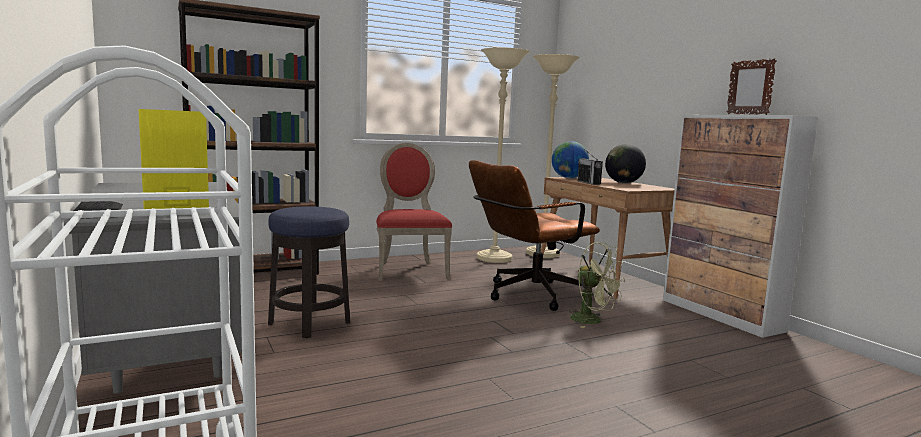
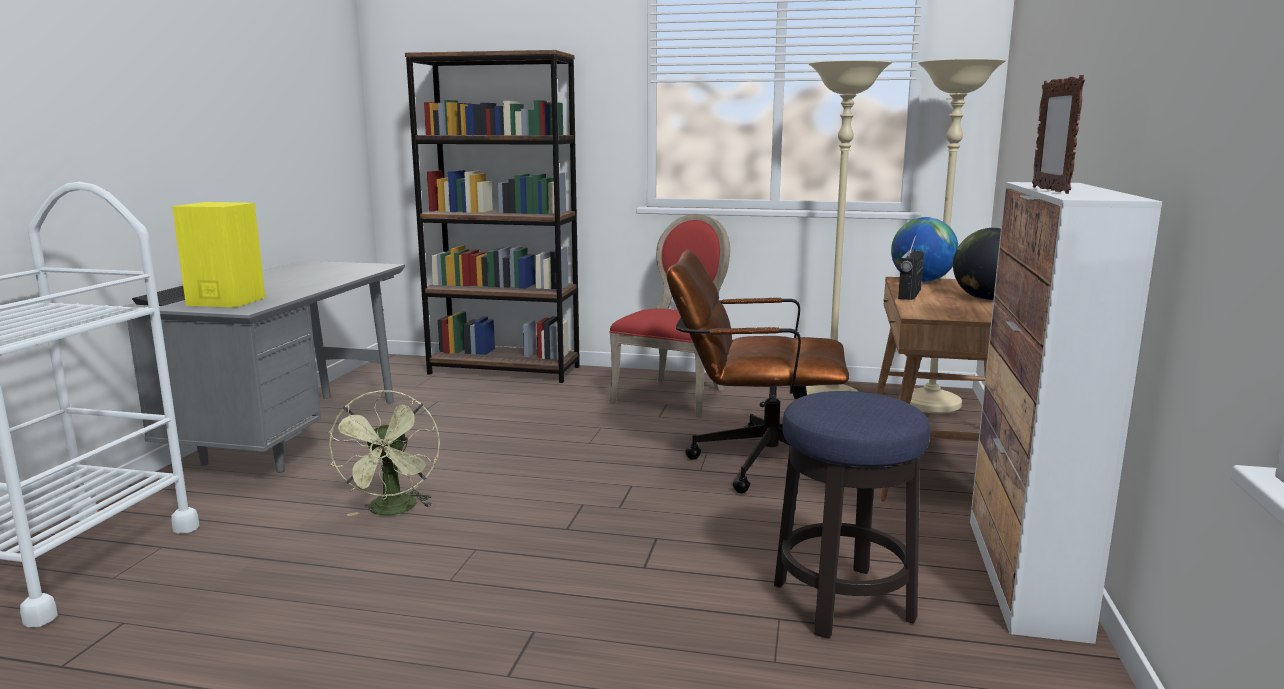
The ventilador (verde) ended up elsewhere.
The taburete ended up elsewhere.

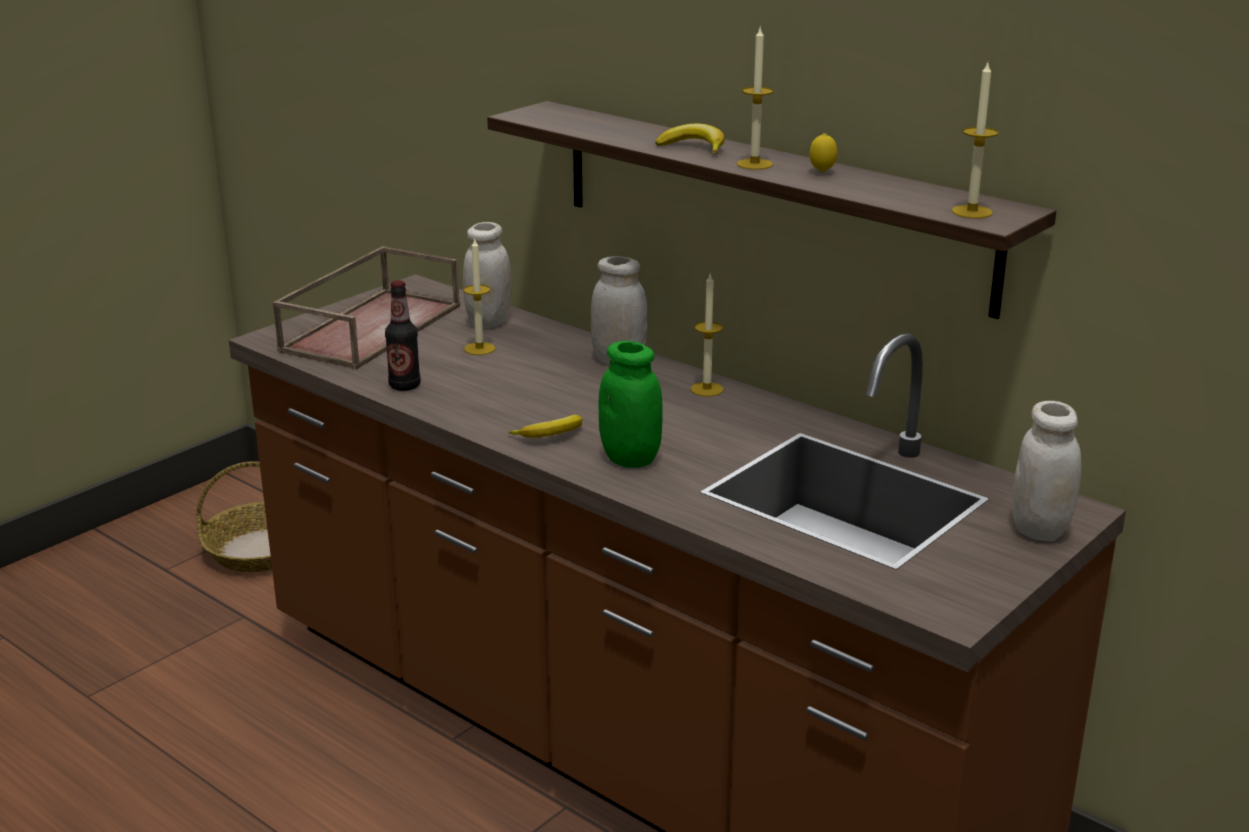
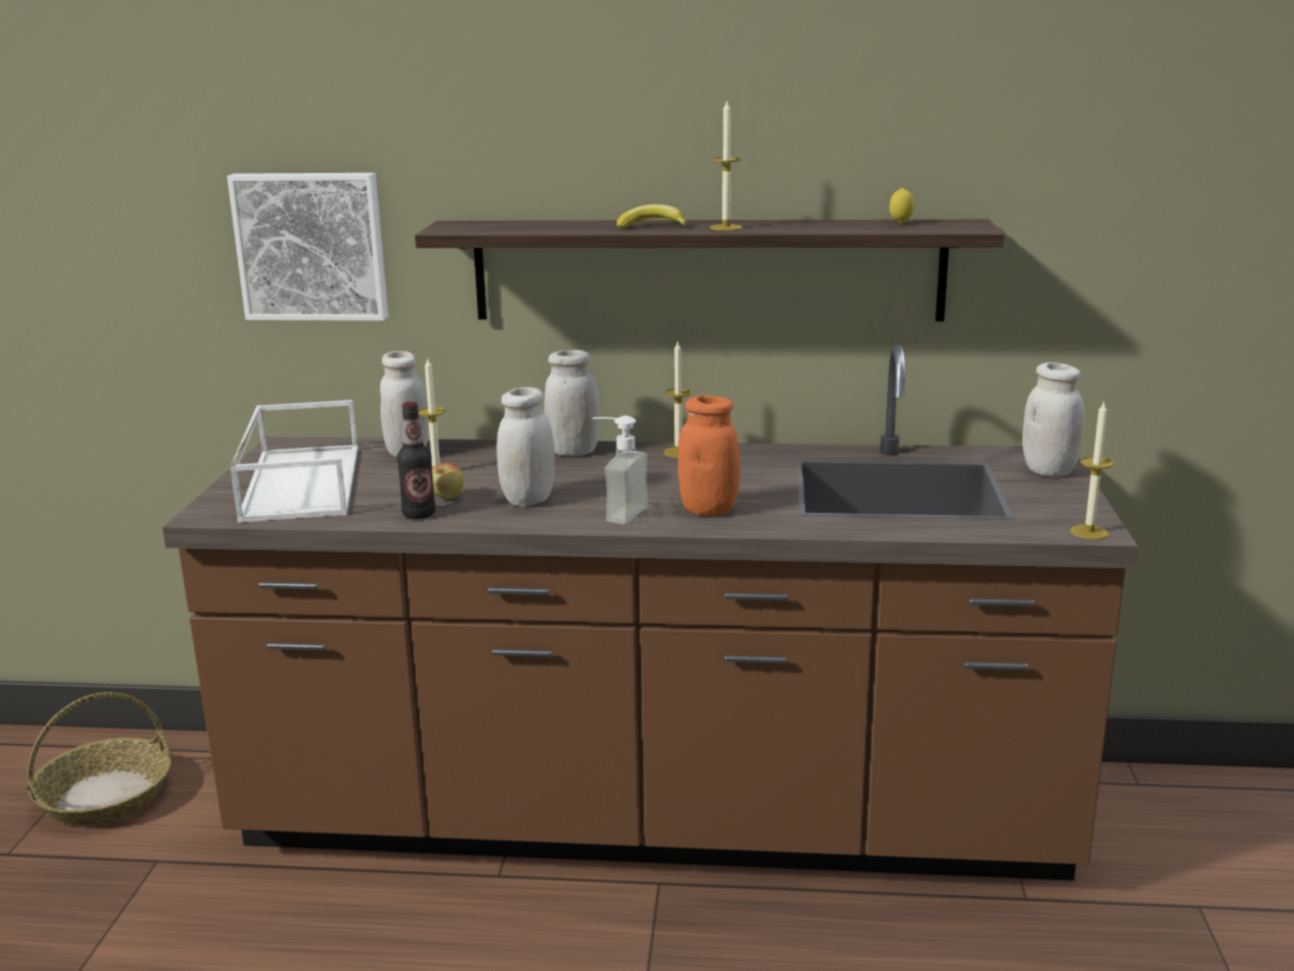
The second view gained the cuadro.
What was the bandeja (marrón) turned into the bandeja (blanco).
The second view gained the manzana.
The second view gained the tarro (blanco) (2nd from left).
Where the plátano (1st from left) stood, the dispensador de jabón came to stand.
What was the tarro (verde) turned into the tarro (naranja).
The limón ended up elsewhere.
The vela (4th from left) ended up elsewhere.

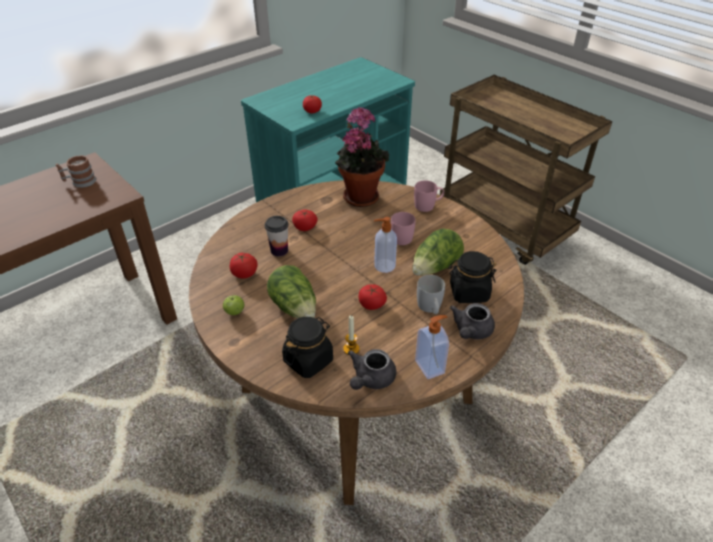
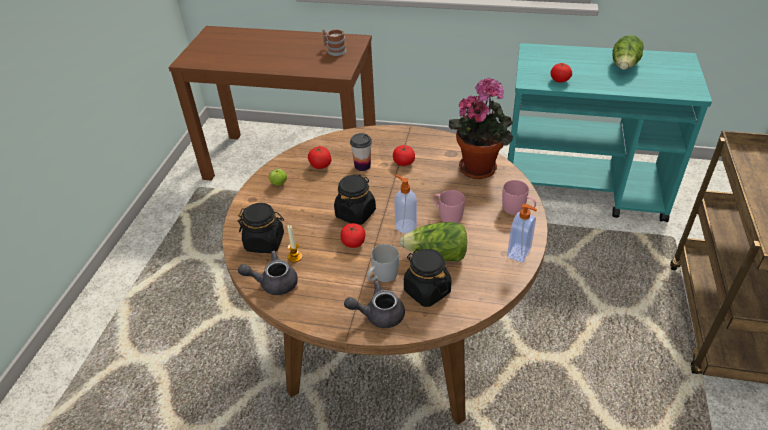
The second view gained the tarro (negro) (2nd from left).
The dispensador de jabón (2nd from left) ended up elsewhere.
The lechuga (1st from left in the first image) ended up elsewhere.

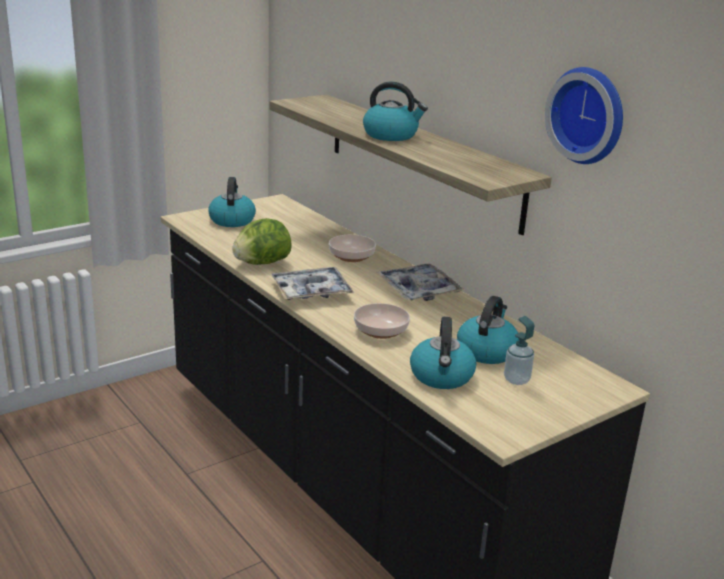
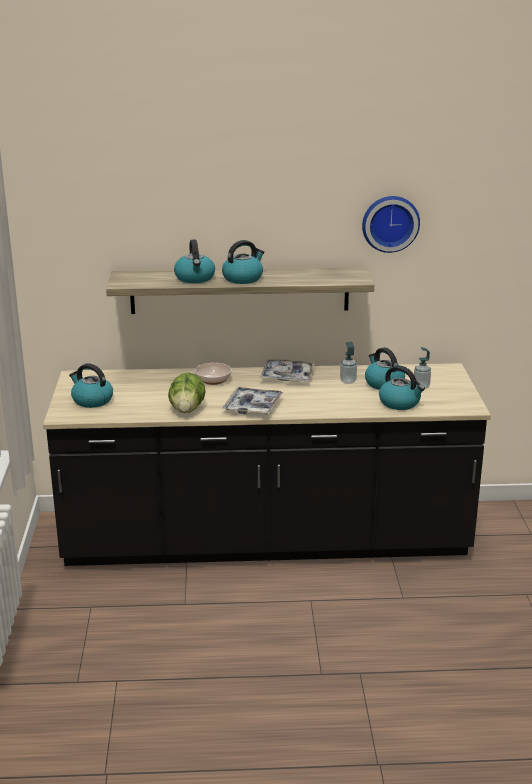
The second view gained the hervidor (2nd from left).
The second view gained the dispensador de jabón (1st from left).
The second view lost the cuenco (2nd from left).

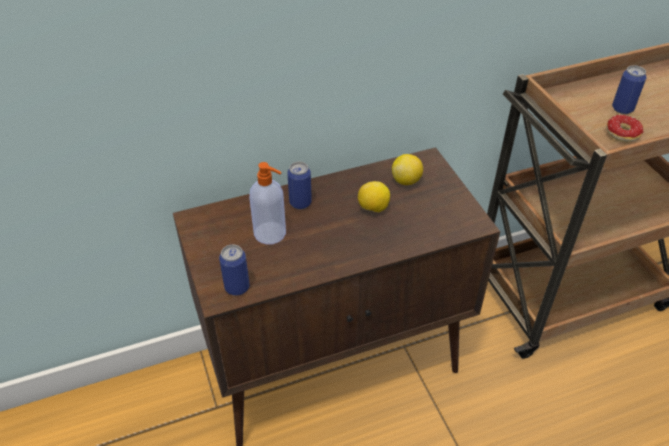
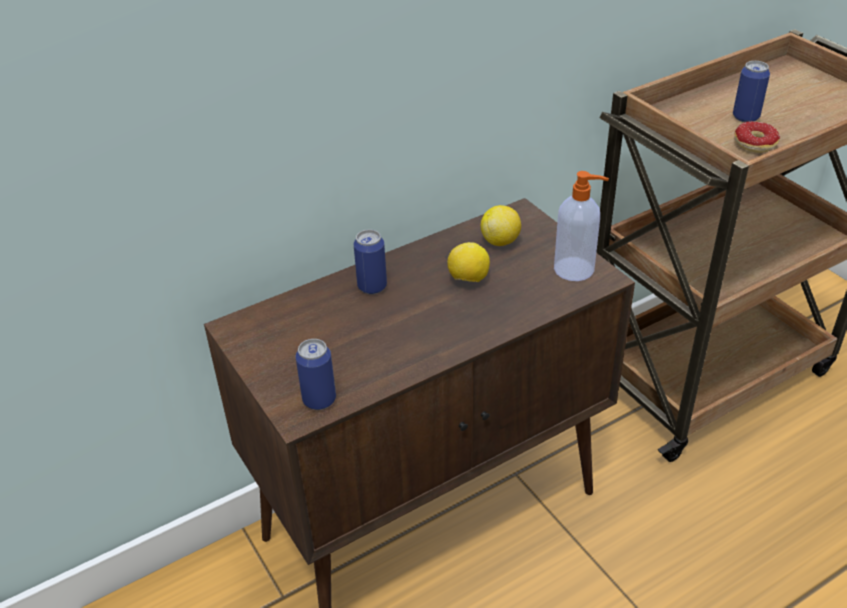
The dispensador de jabón ended up elsewhere.

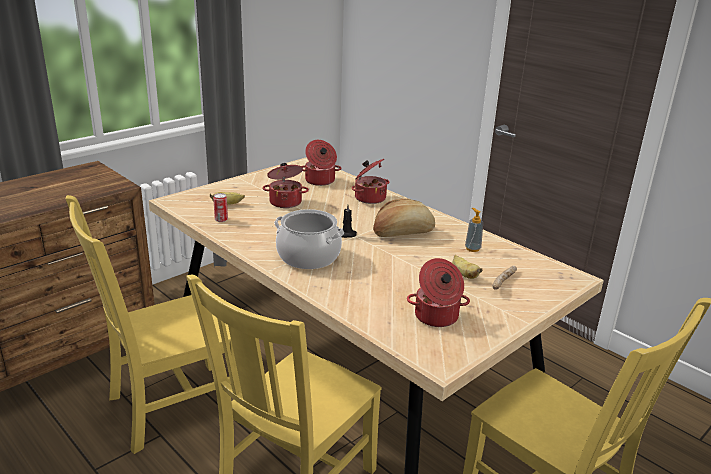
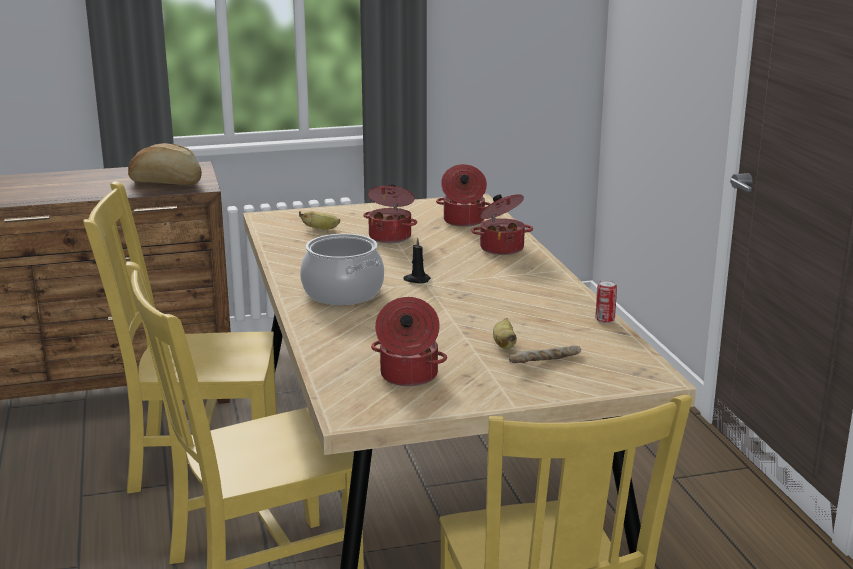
The pan (1st from left) ended up elsewhere.
The lata ended up elsewhere.
The second view lost the dispensador de jabón.

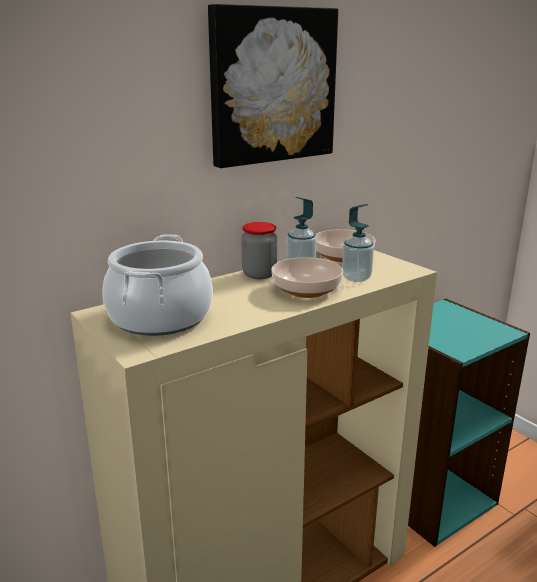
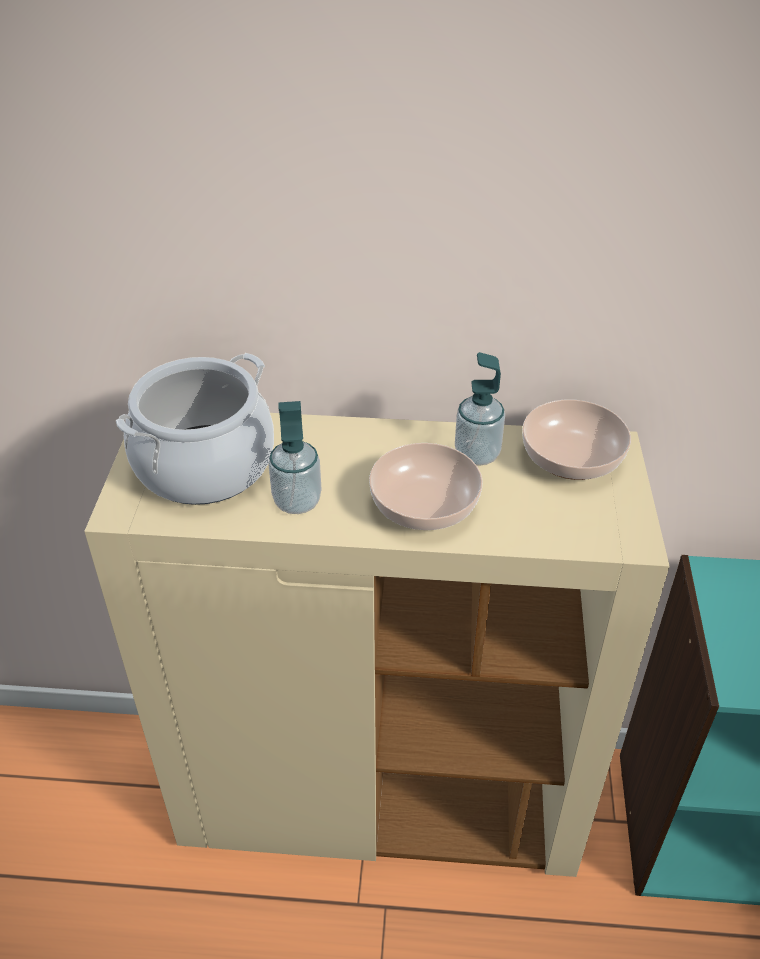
The dispensador de jabón (2nd from left in the first image) ended up elsewhere.
The second view lost the cuadro.
The second view lost the tarro.

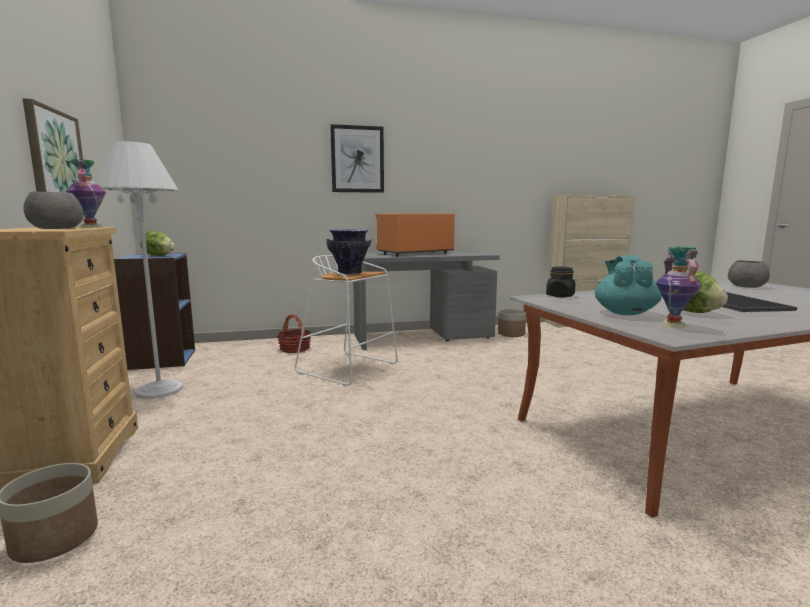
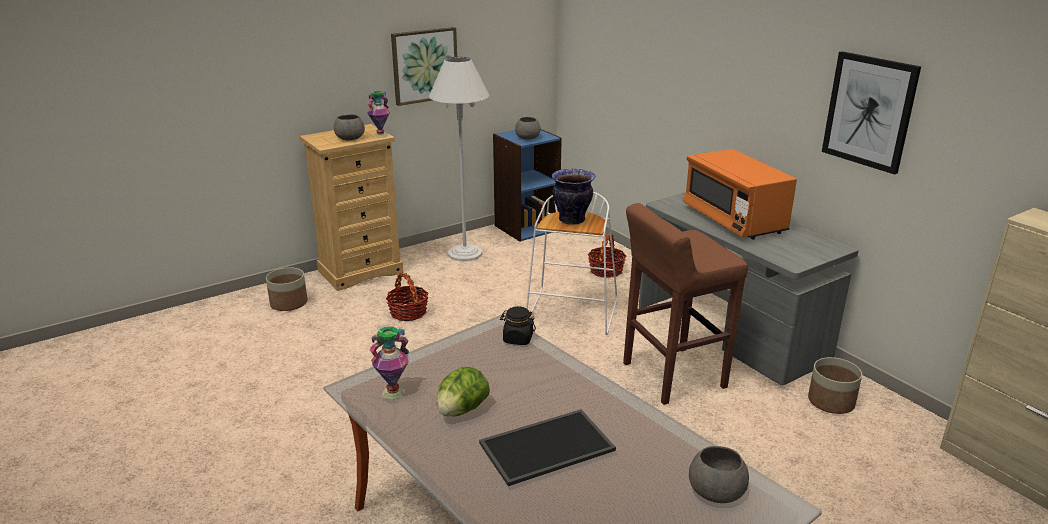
The second view gained the cesta (1st from left).
Where the lechuga (1st from left) stood, the cuenco (gris) (2nd from left) came to stand.
The second view gained the taburete (marrón).
The microondas (naranja) ended up facing another way, 150 degrees counterclockwise from before.
The cuadro (2nd from left) ended up elsewhere.
The second view lost the tetera (turquesa).

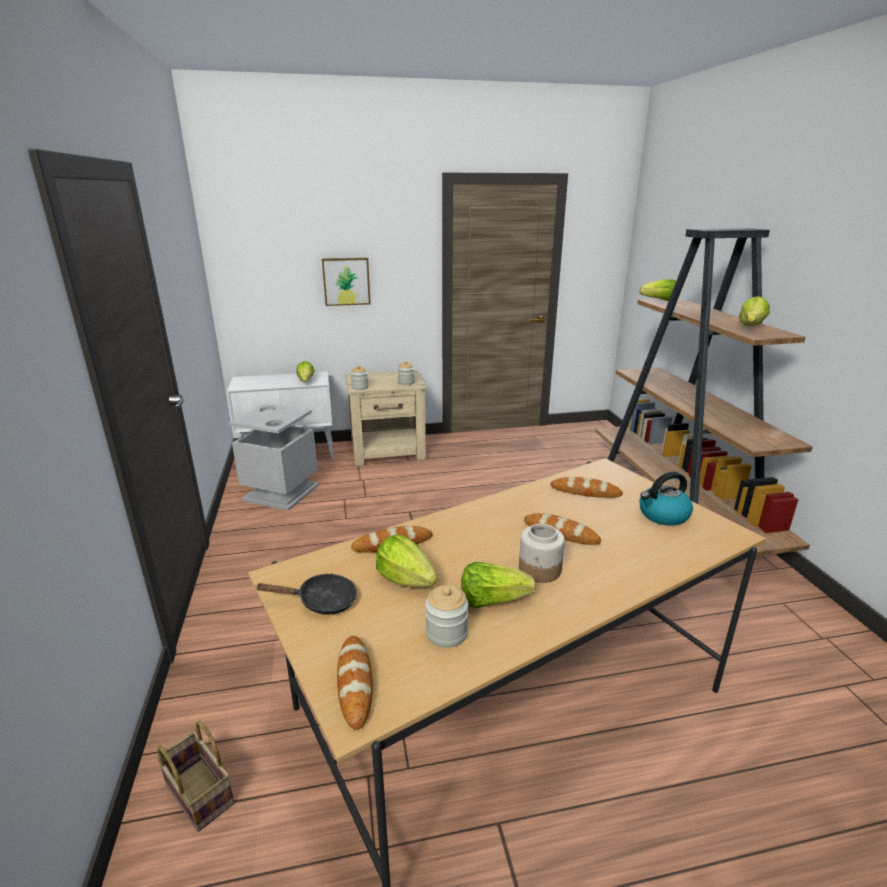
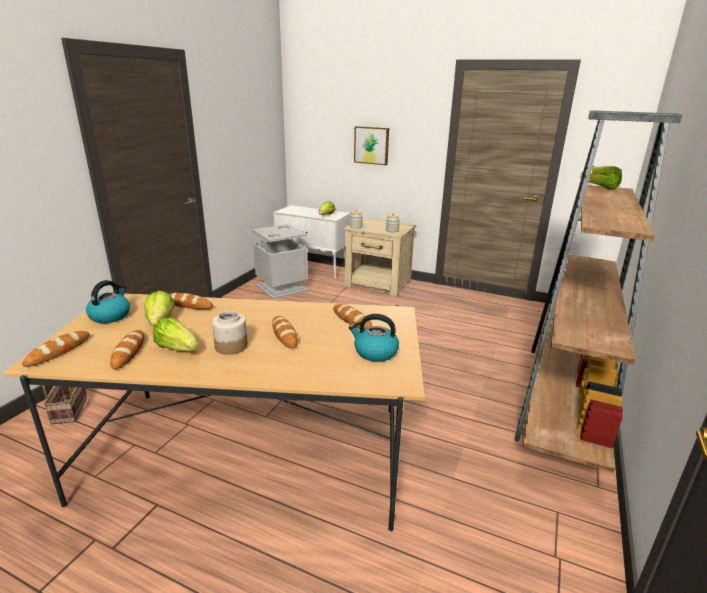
Where the sartén (negro) stood, the hervidor (1st from left) came to stand.
Where the tarro (3rd from left) stood, the pan (2nd from left) came to stand.
The second view lost the lechuga (5th from left).

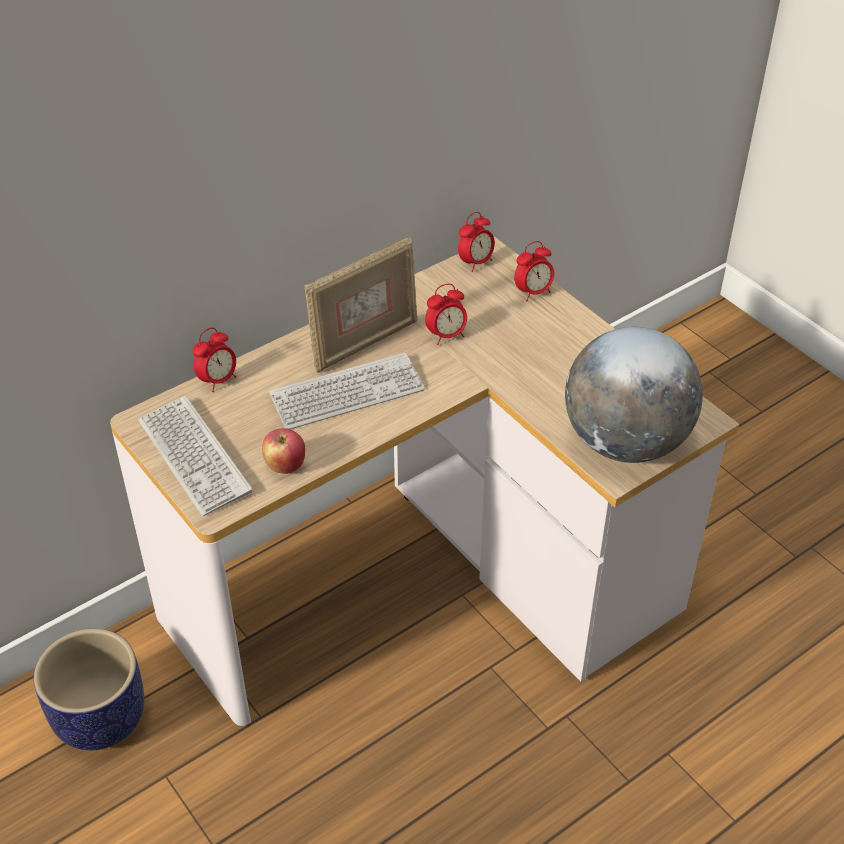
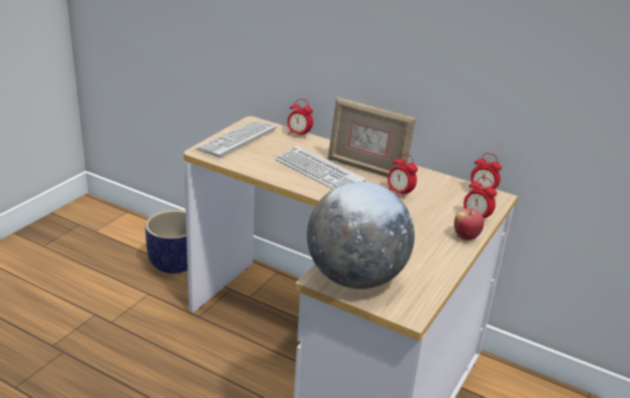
The manzana ended up elsewhere.

